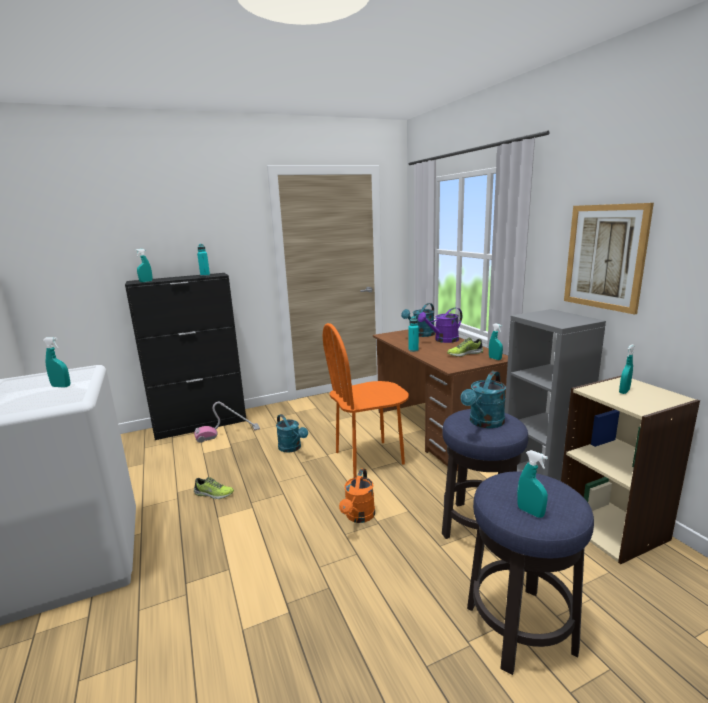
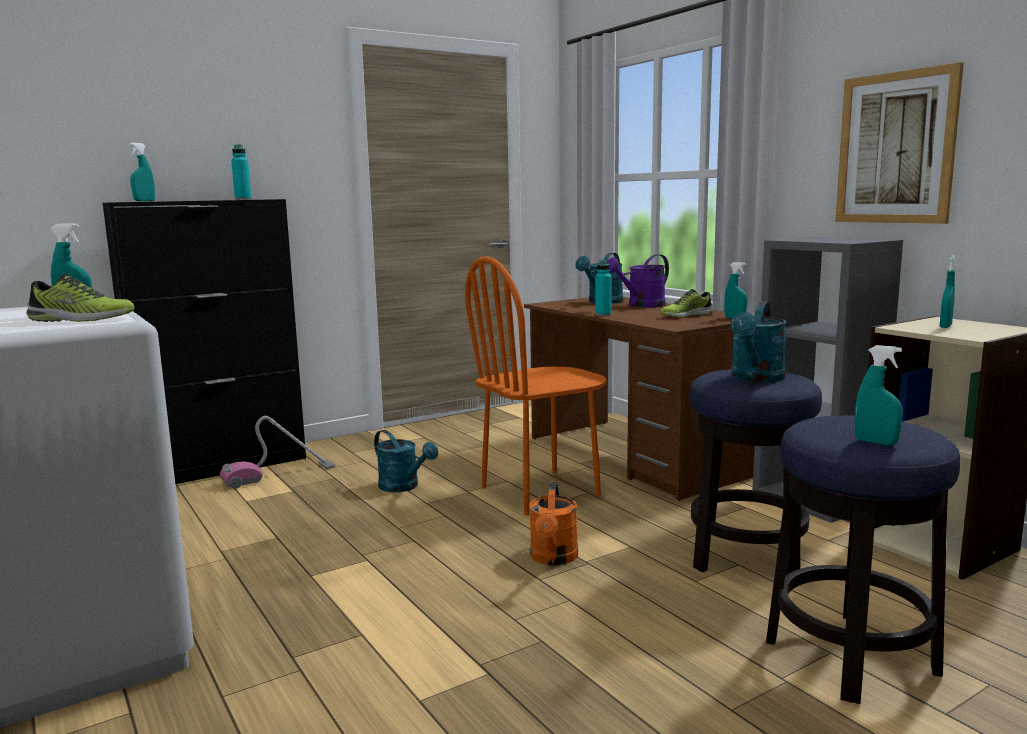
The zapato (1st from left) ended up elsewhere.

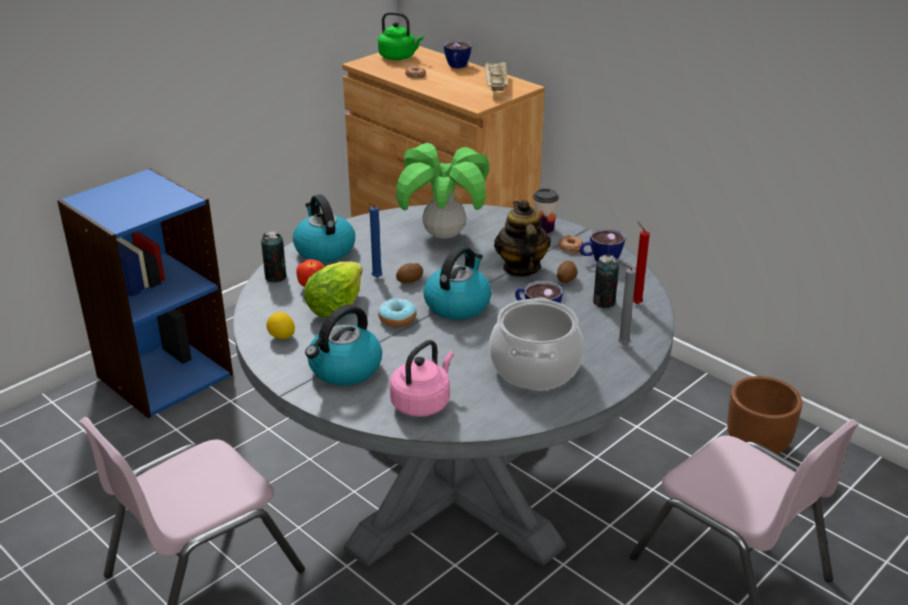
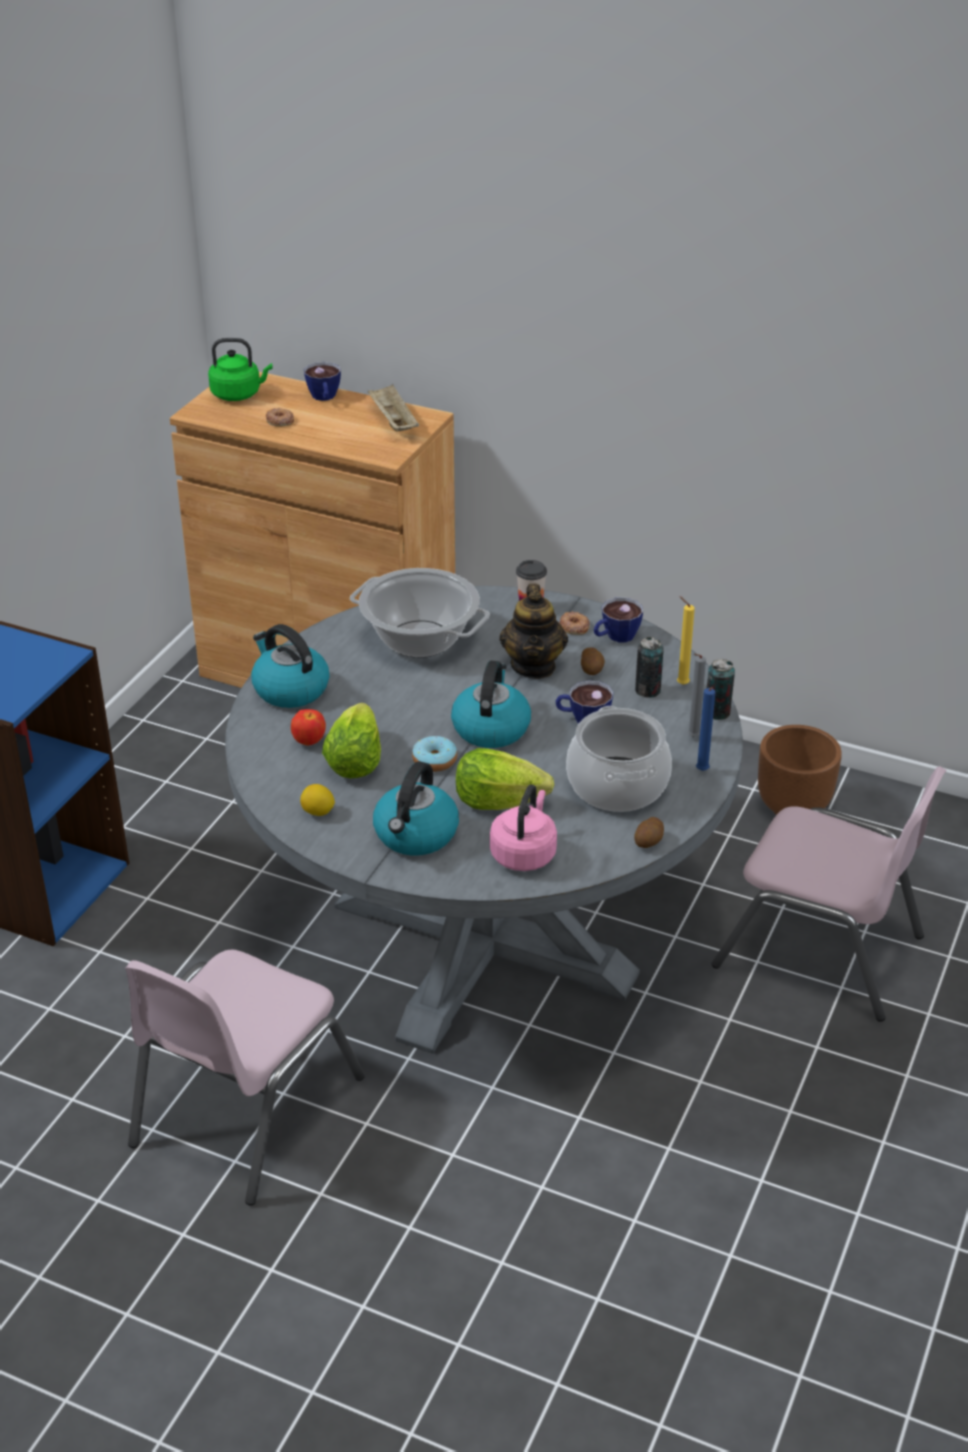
Where the planta en maceta stood, the olla (1st from left) came to stand.
The second view gained the lechuga (2nd from left).
The tetera ended up facing another way, 150 degrees counterclockwise from before.
The patata (1st from left in the first image) ended up elsewhere.
What was the vela (rojo) turned into the vela (amarillo).
The vela (azul) ended up elsewhere.
The lata (1st from left in the first image) ended up elsewhere.

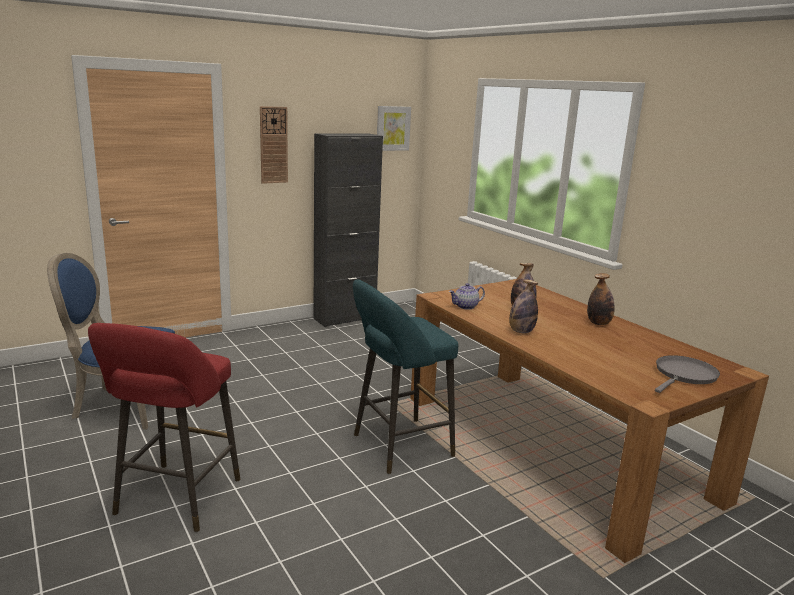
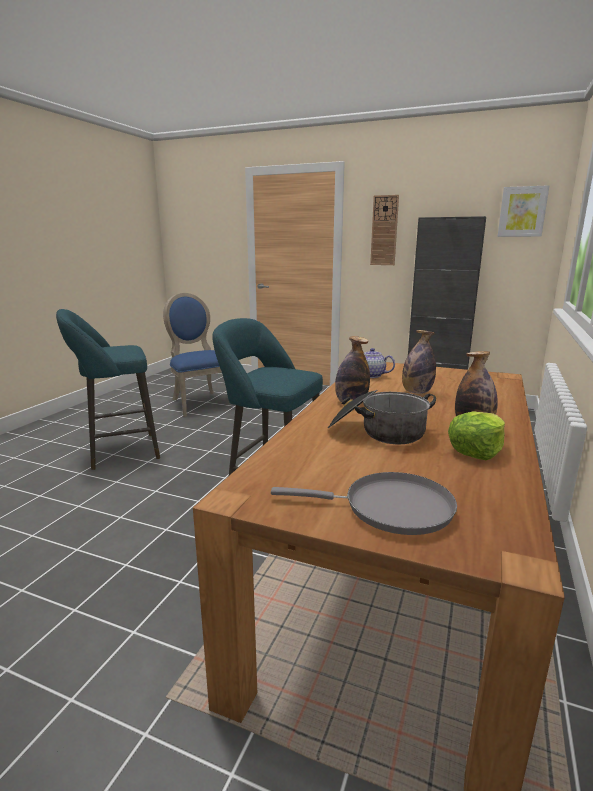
What was the taburete (rojo) turned into the taburete (turquesa) (1st from left).
The second view gained the olla.
The second view gained the lechuga.

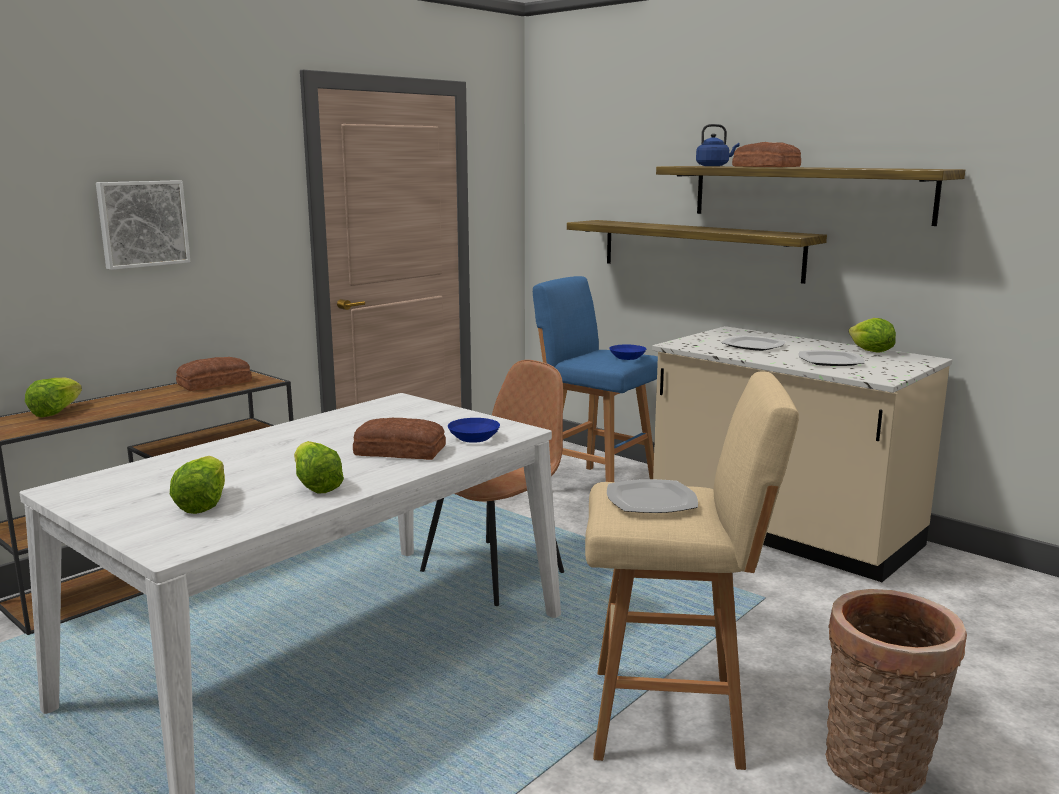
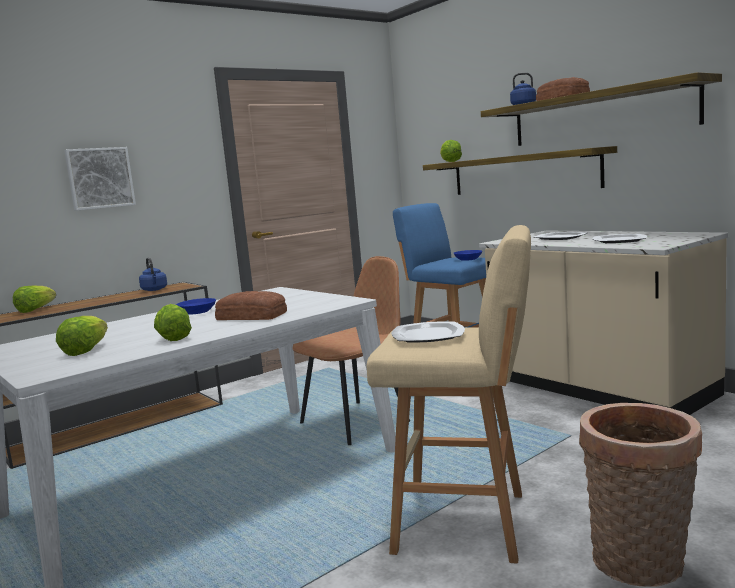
Where the pan (1st from left) stood, the hervidor (azul) (1st from left) came to stand.
The cuenco (azul) (1st from left) ended up elsewhere.
The lechuga (4th from left) ended up elsewhere.

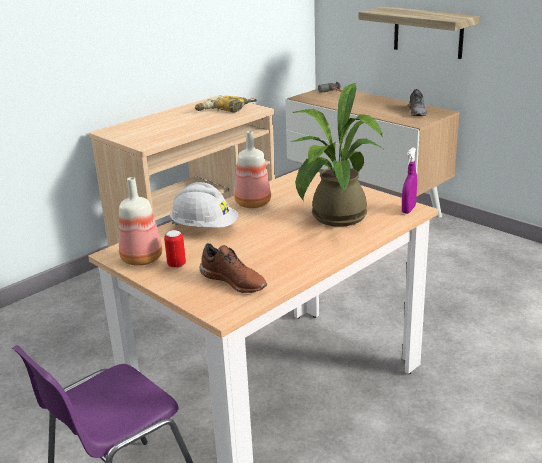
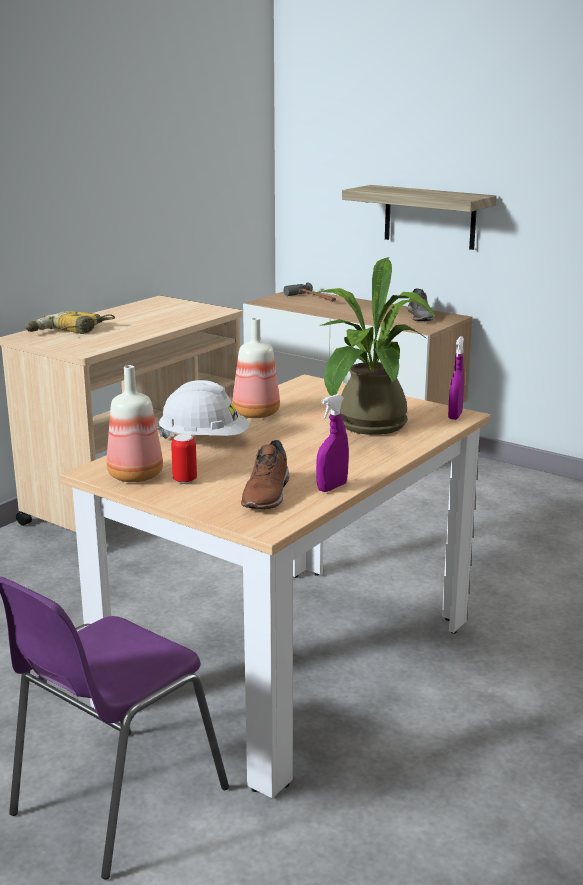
The taladro ended up elsewhere.
The zapato (marrón) ended up facing another way, 75 degrees clockwise from before.
The second view gained the pulverizador (morado) (1st from left).

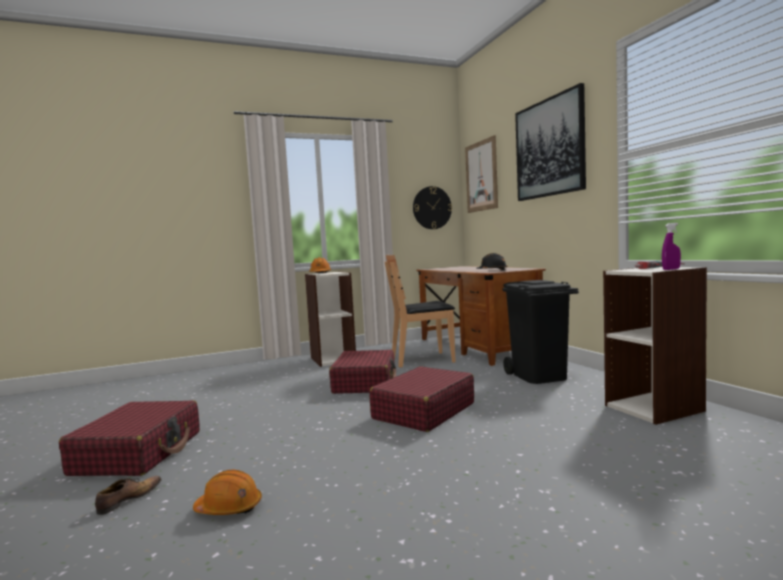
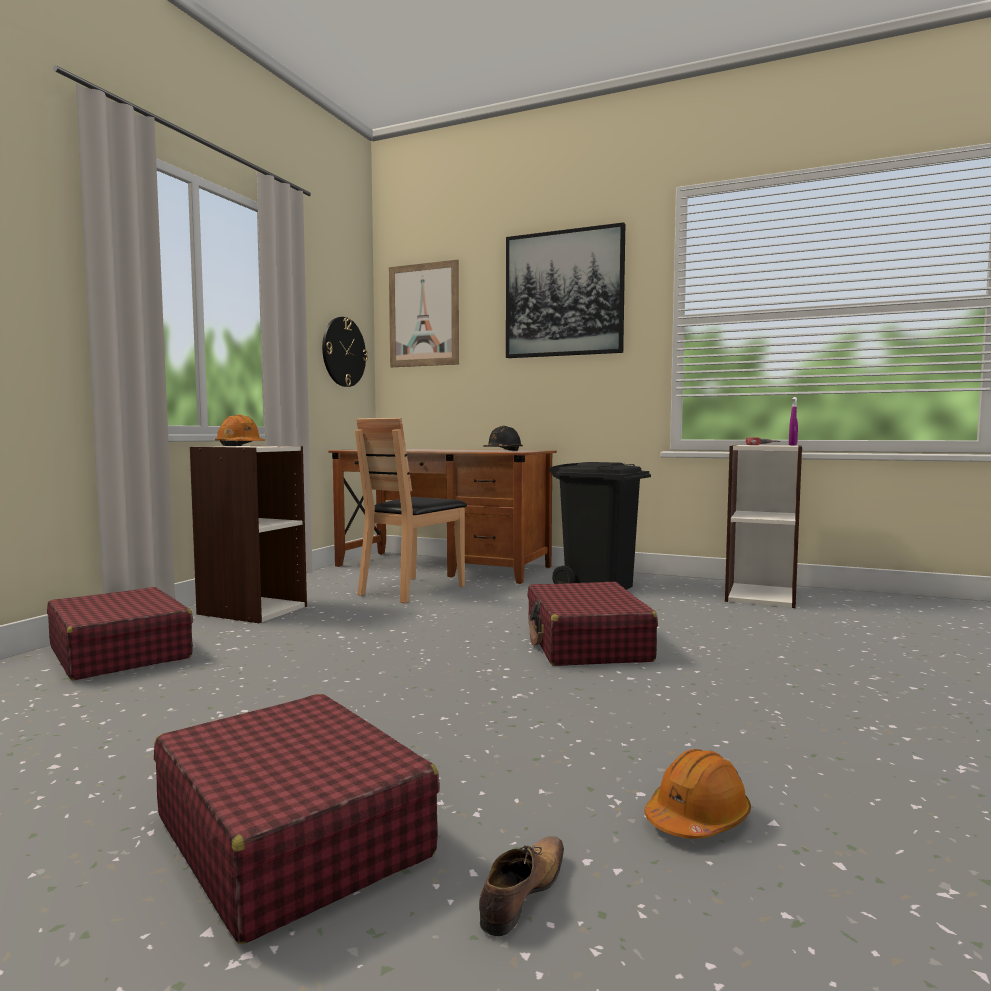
The maleta (rojo) (2nd from left in the first image) ended up elsewhere.
The zapato ended up facing another way, 45 degrees clockwise from before.

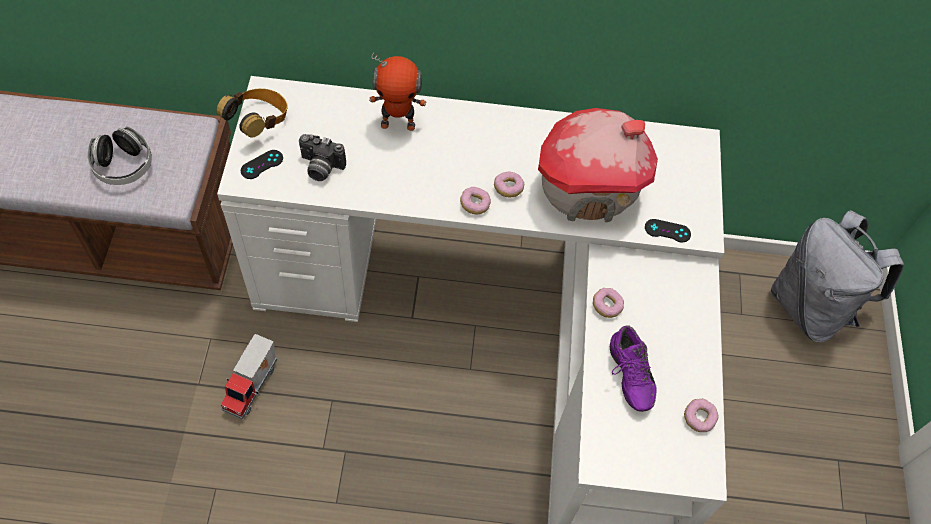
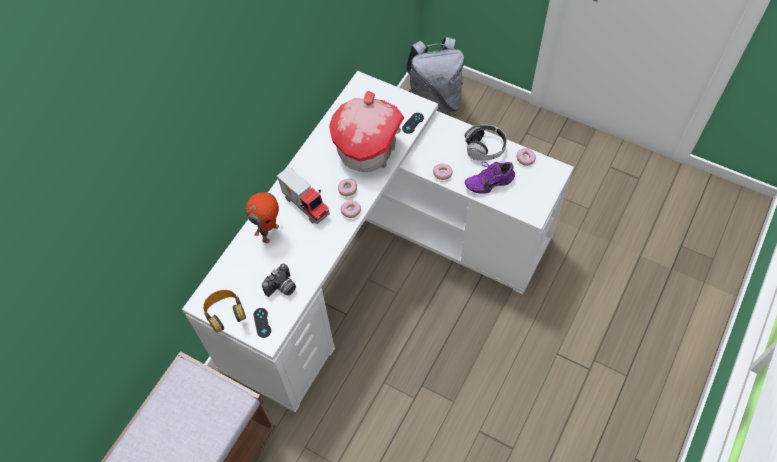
The camión de juguete ended up elsewhere.
The auriculares (1st from left in the first image) ended up elsewhere.
The zapato (morado) ended up facing another way, 150 degrees clockwise from before.

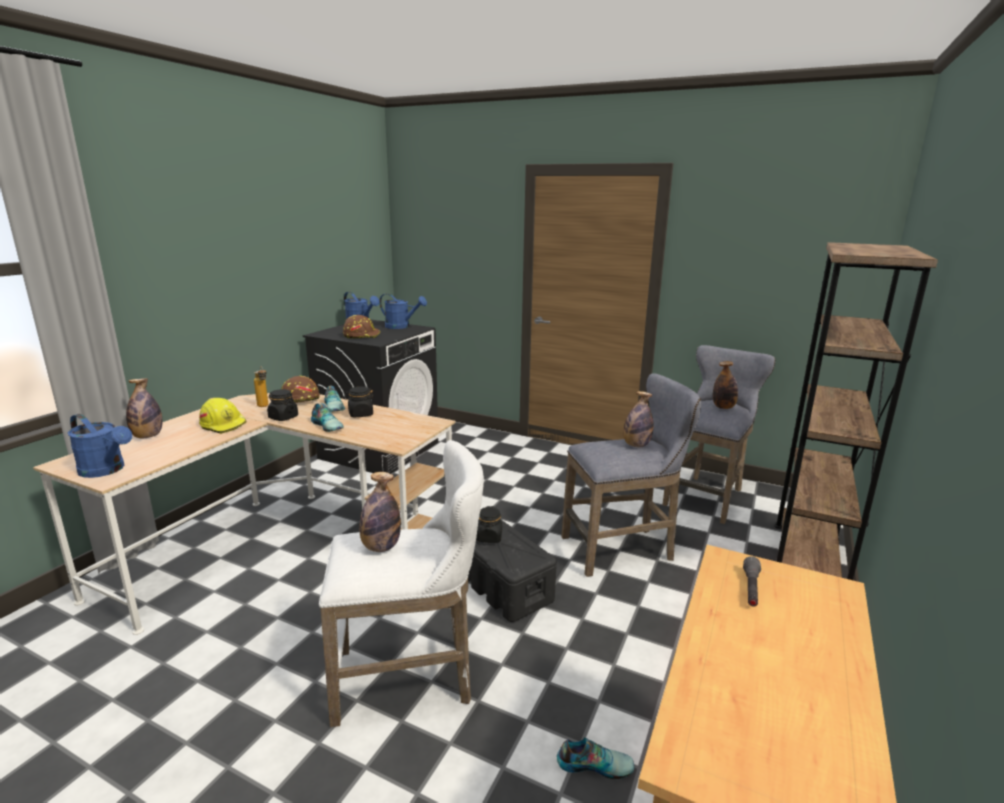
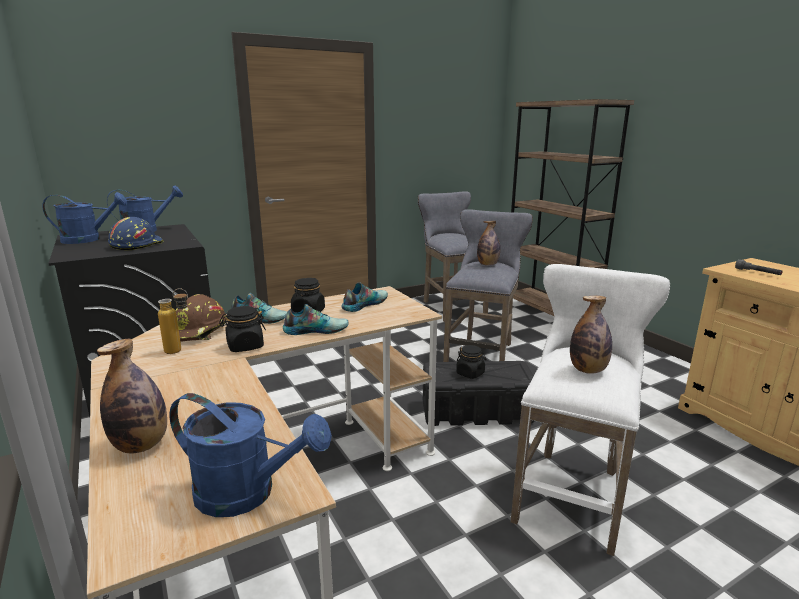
What was the casco (marrón) (2nd from left) turned into the casco (azul).
The regadera (azul) (1st from left in the first image) ended up facing another way, 45 degrees clockwise from before.
The zapato (3rd from left) ended up elsewhere.
The second view lost the casco (amarillo).
The second view lost the botella (5th from left).

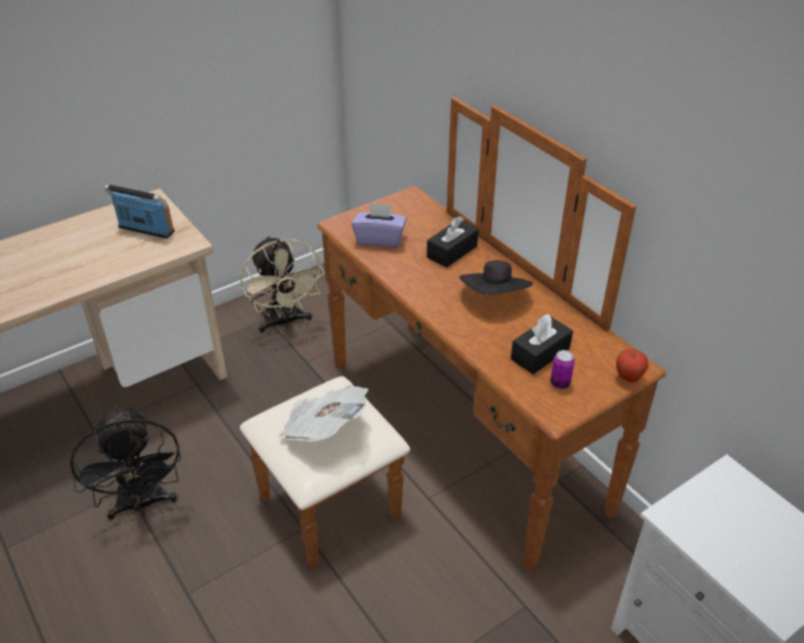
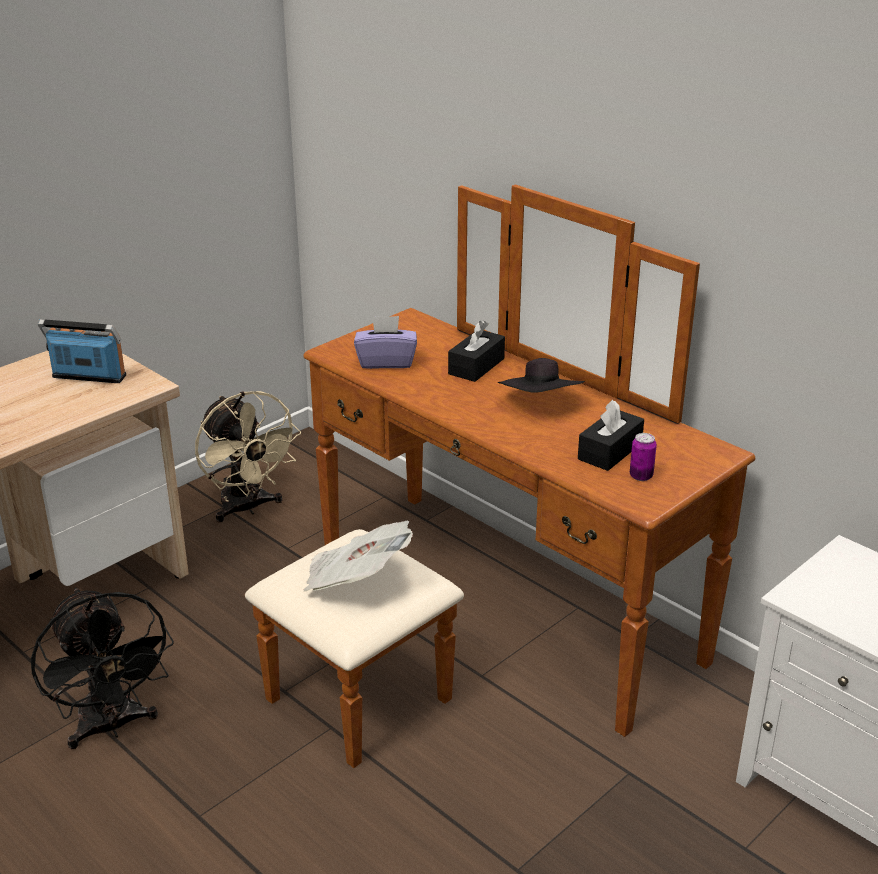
The second view lost the manzana.

